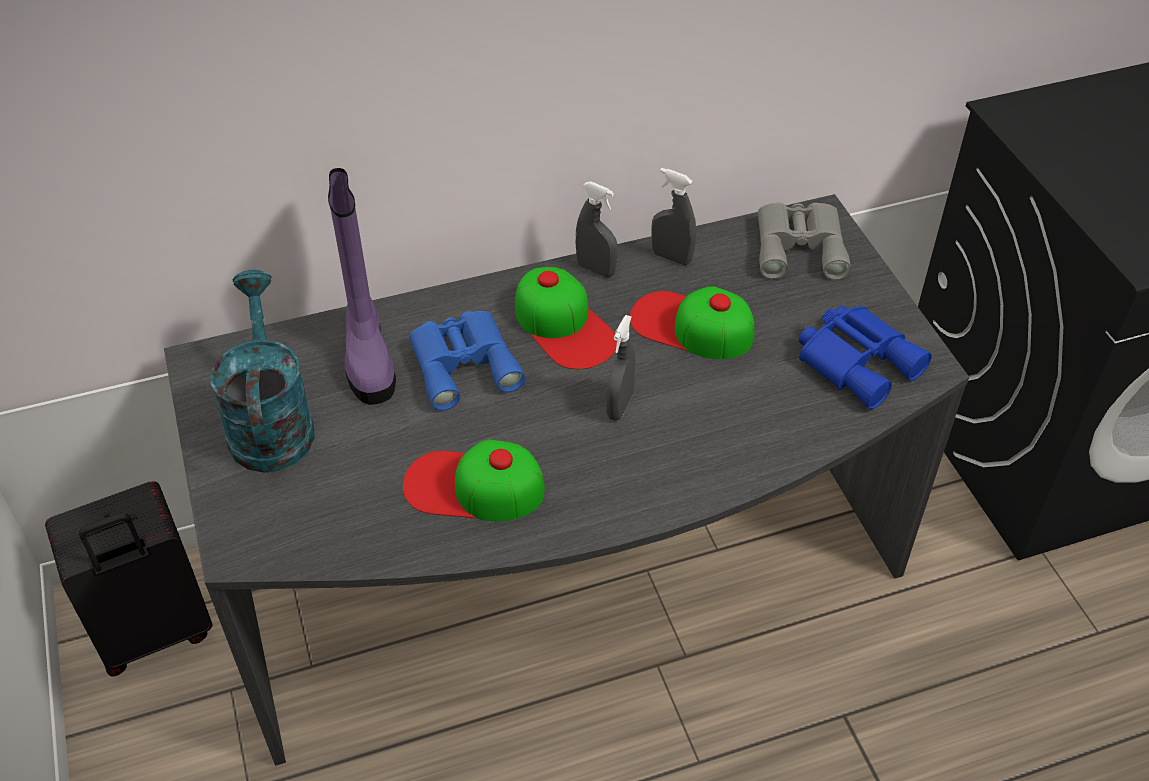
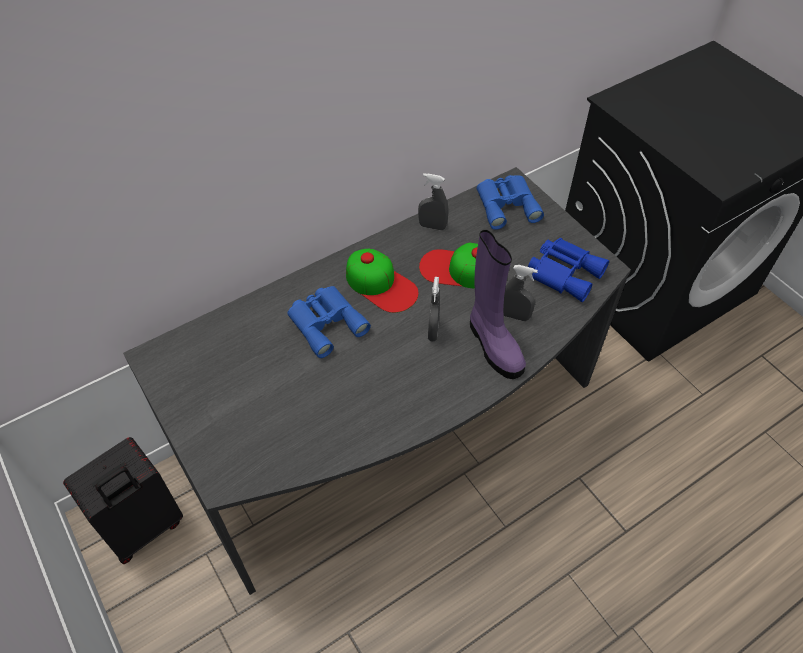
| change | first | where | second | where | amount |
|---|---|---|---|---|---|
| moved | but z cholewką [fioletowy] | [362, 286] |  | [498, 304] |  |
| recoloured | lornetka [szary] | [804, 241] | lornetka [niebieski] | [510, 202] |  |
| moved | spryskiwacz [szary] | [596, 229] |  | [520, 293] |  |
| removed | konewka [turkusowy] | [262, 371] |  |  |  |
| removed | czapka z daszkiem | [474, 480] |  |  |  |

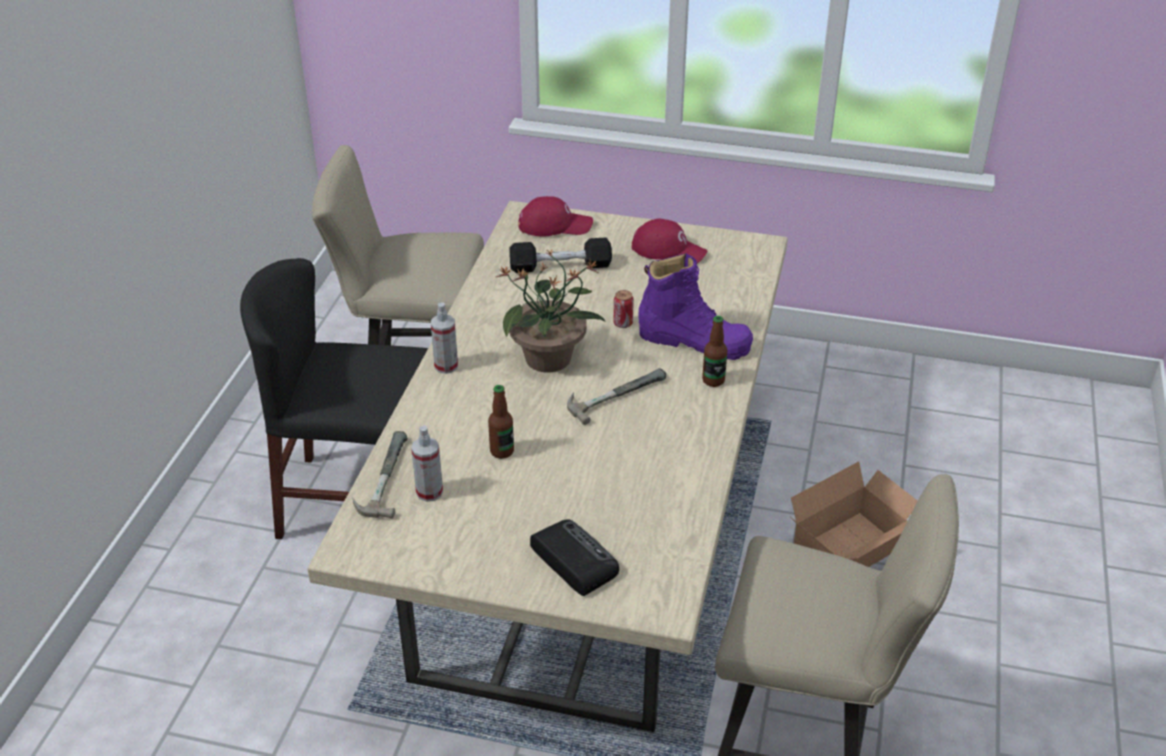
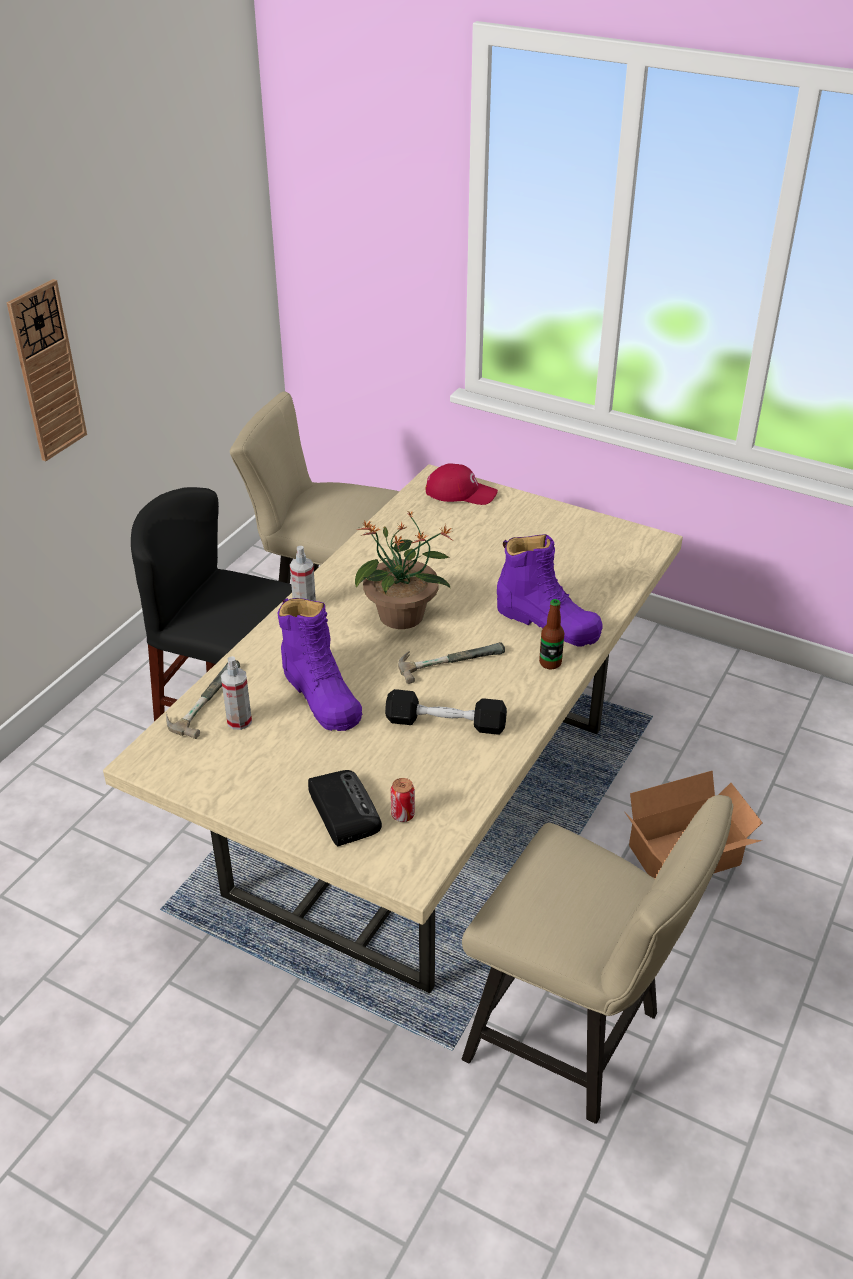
| change | first | where | second | where | amount |
|---|---|---|---|---|---|
| added |  |  | zegar ścienny | [47, 370] |  |
| replaced | butelka | [501, 422] | but z cholewką [fioletowy] | [319, 664] |  |
| moved | hantel [czarny] | [560, 255] |  | [446, 712] |  |
| moved | puszka | [624, 309] |  | [403, 800] |  |
| removed | czapka z daszkiem [czerwony] | [669, 240] |  |  |  |

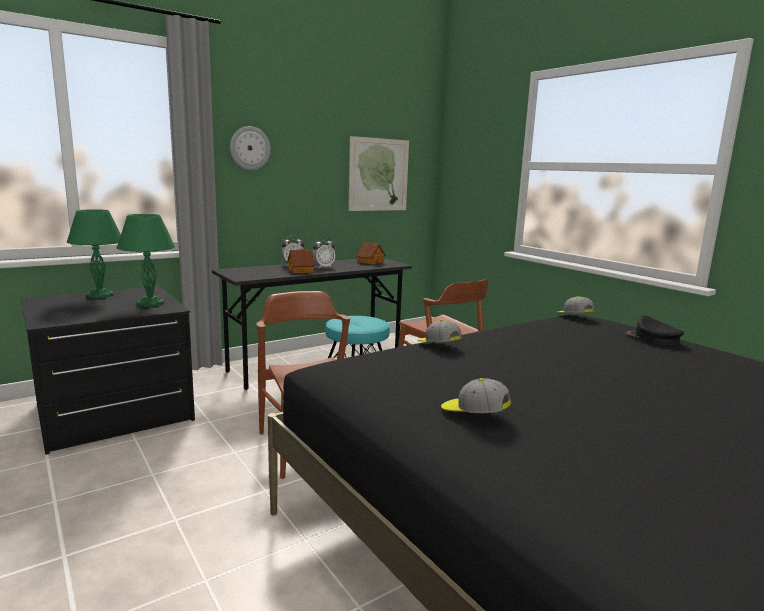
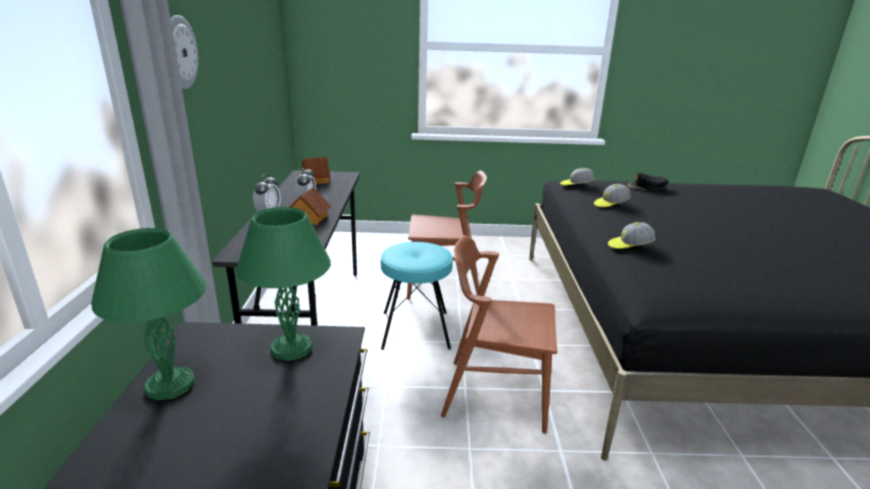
| change | first | where | second | where | amount |
|---|---|---|---|---|---|
| moved | czapka z daszkiem | [476, 395] |  | [612, 195] |  |
| removed | obraz | [378, 173] |  |  |  |

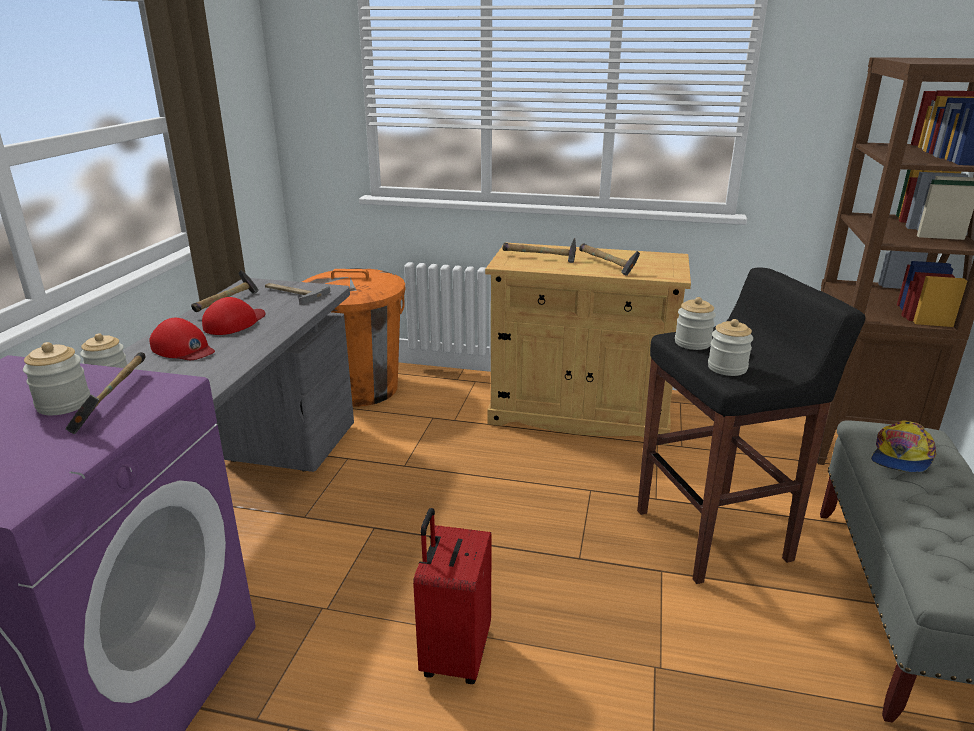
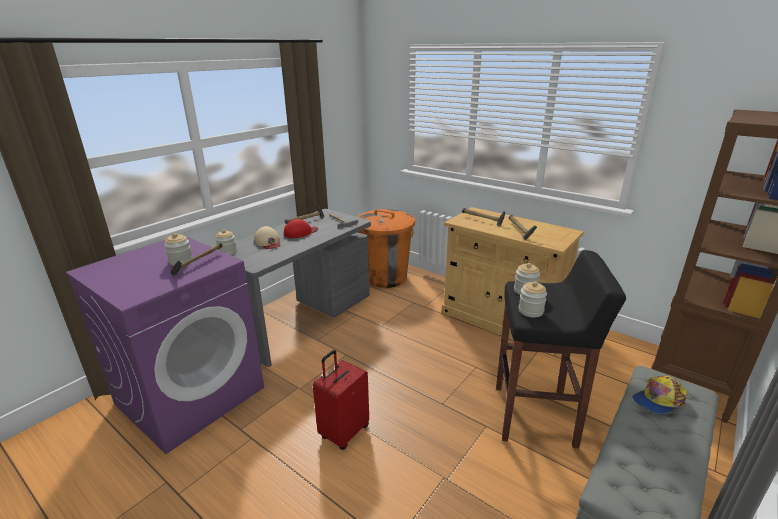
| change | first | where | second | where | amount |
|---|---|---|---|---|---|
| recoloured | czapka z daszkiem [czerwony] | [182, 339] | czapka z daszkiem [beżowy] | [267, 237] |  |

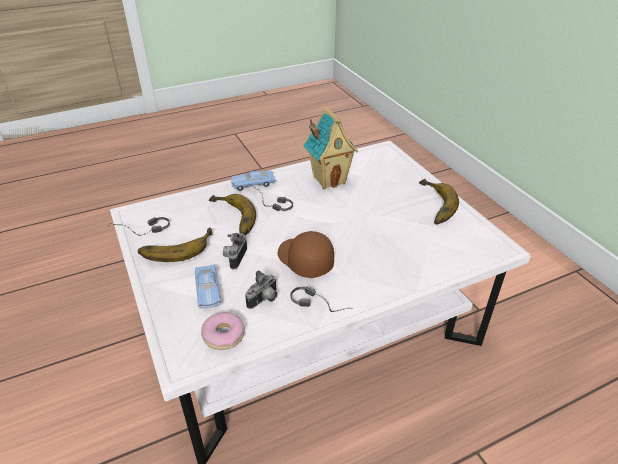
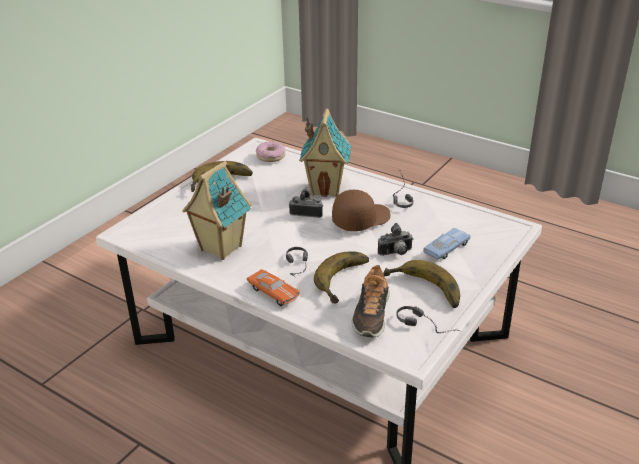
| change | first | where | second | where | amount |
|---|---|---|---|---|---|
| recoloured | samochodzik [niebieski] | [253, 181] | samochodzik [pomarańczowy] | [273, 287] |  |
| moved | donut | [223, 331] |  | [270, 152] |  |
| moved | aparat fotograficzny | [261, 290] |  | [306, 202] |  |
| added |  |  | domek | [325, 152] |  |
| turned | czapka z daszkiem [brązowy] | [306, 254] |  | [361, 210] | 150 degrees counterclockwise |
| added |  |  | but | [371, 301] |  |

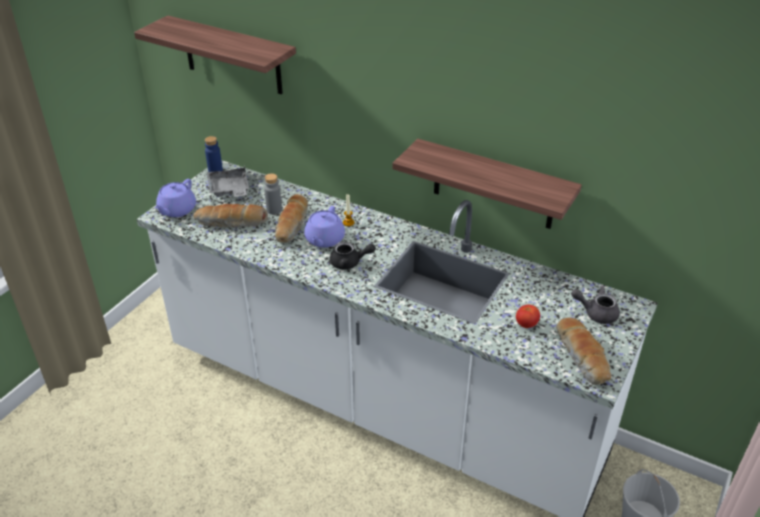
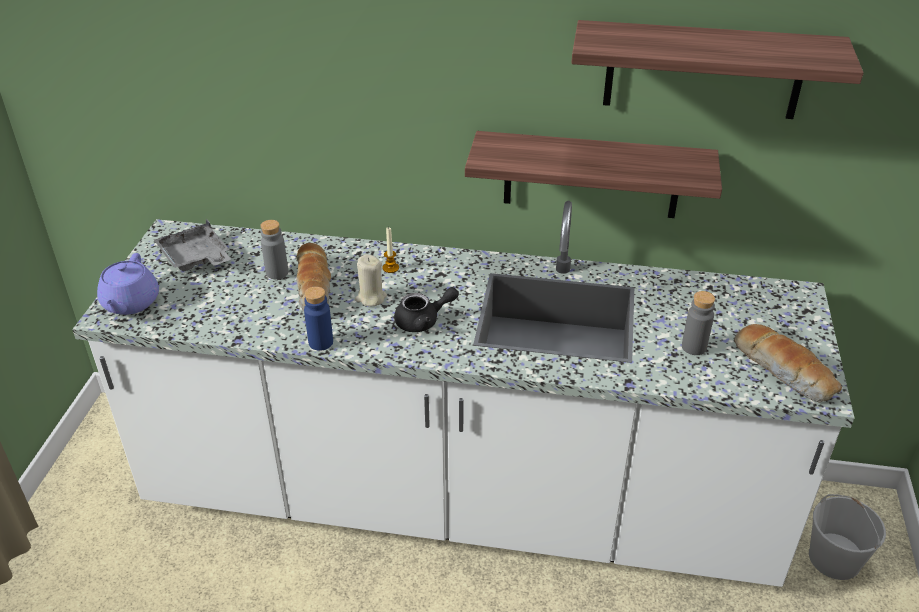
| change | first | where | second | where | amount |
|---|---|---|---|---|---|
| moved | butelka [niebieski] | [214, 154] |  | [318, 318] |  |
| replaced | imbryk [fioletowy] | [324, 227] | świeca [beżowy] | [371, 280] |  |
| moved | półka | [215, 54] |  | [717, 69] |  |
| replaced | pomidor | [528, 316] | butelka [szary] | [698, 323] |  |
| removed | chleb | [230, 216] |  |  |  |
| removed | imbryk [szary] | [595, 304] |  |  |  |

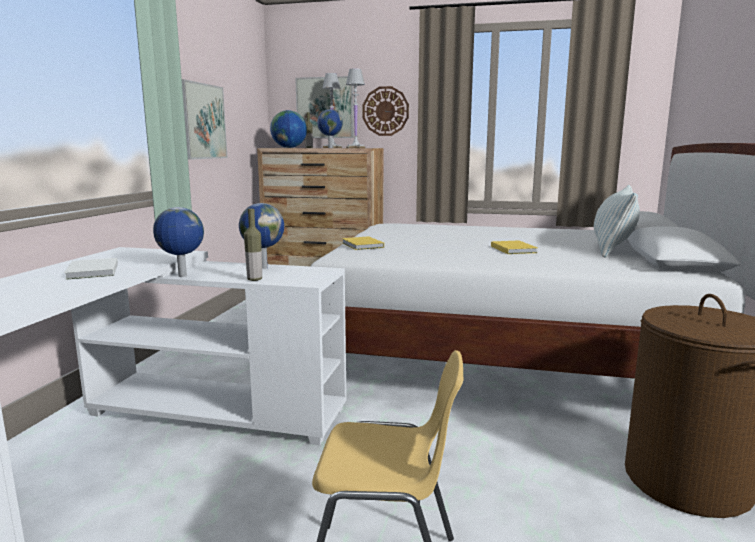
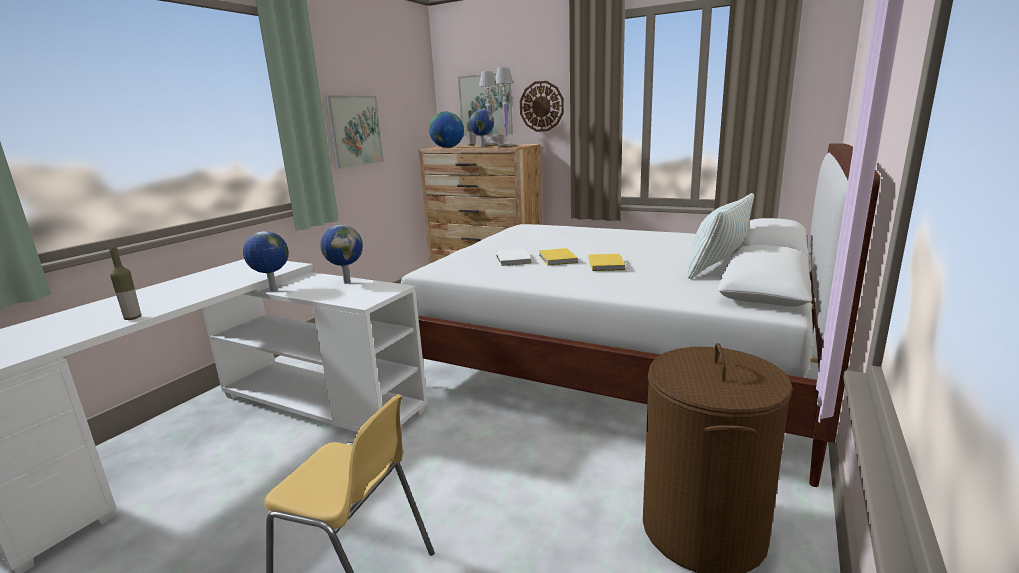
| change | first | where | second | where | amount |
|---|---|---|---|---|---|
| moved | butelka | [253, 245] |  | [125, 284] |  |
| moved | książka [biały] | [91, 269] |  | [513, 257] |  |
| moved | książka [żółty] | [363, 243] |  | [558, 256] |  |

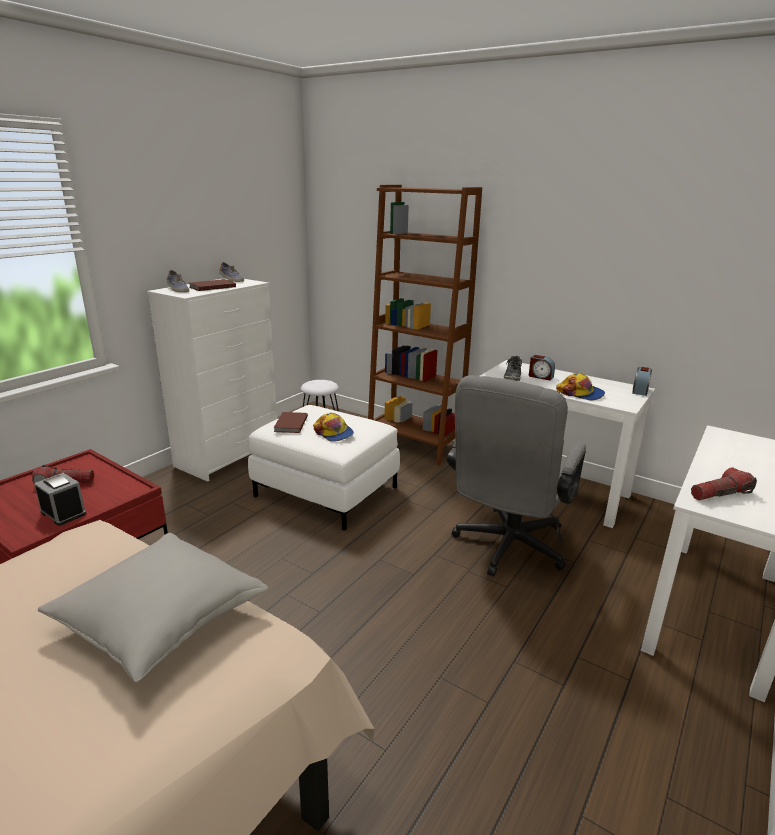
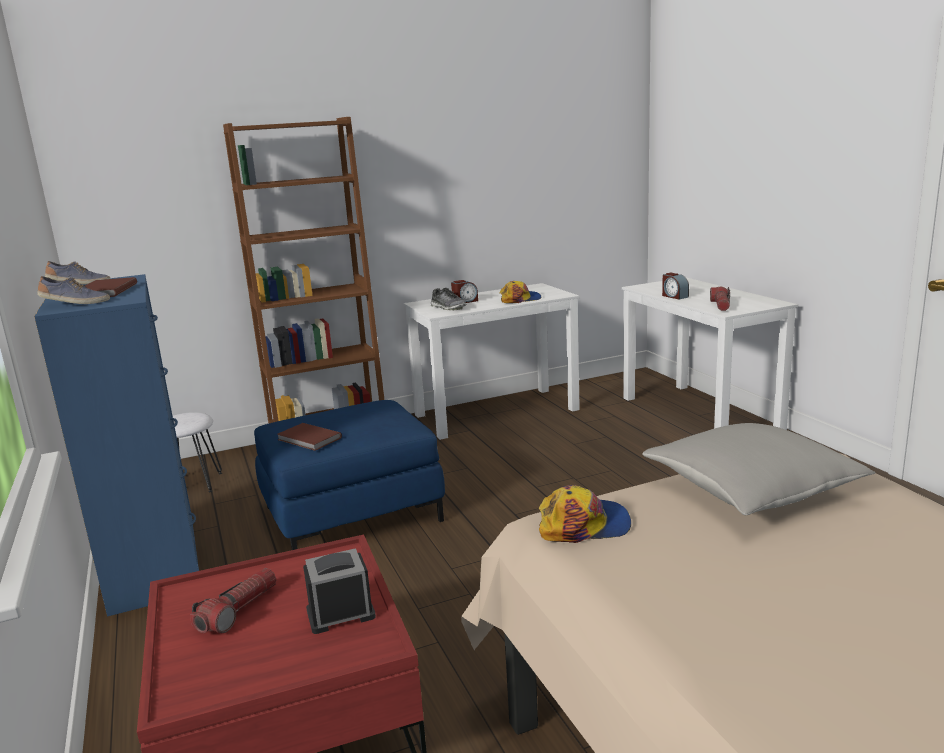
| change | first | where | second | where | amount |
|---|---|---|---|---|---|
| recoloured | komoda [biały] | [212, 380] | komoda [niebieski] | [116, 445] |  |
| recoloured | pufa [biały] | [324, 468] | pufa [niebieski] | [349, 475] |  |
| moved | czapka z daszkiem | [333, 427] |  | [585, 514] |  |
| moved | budzik | [642, 381] |  | [675, 286] |  |
| removed | krzesło biurowe [szary] | [516, 475] |  |  |  |

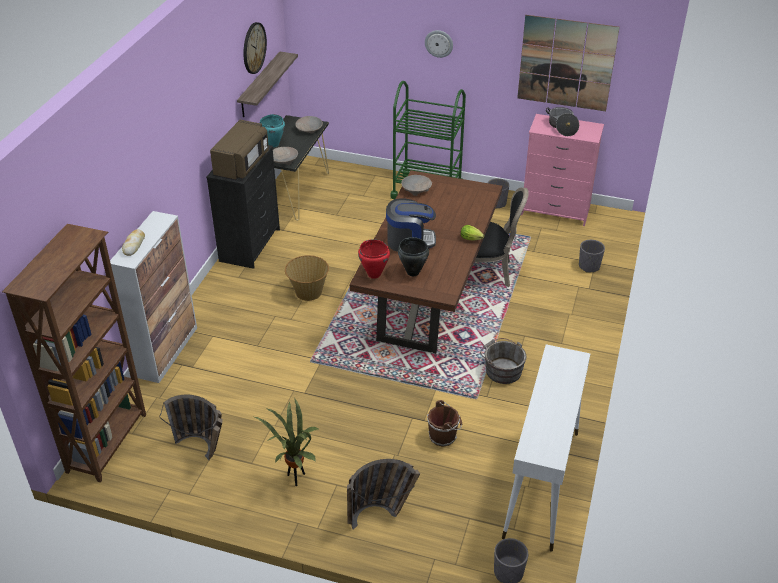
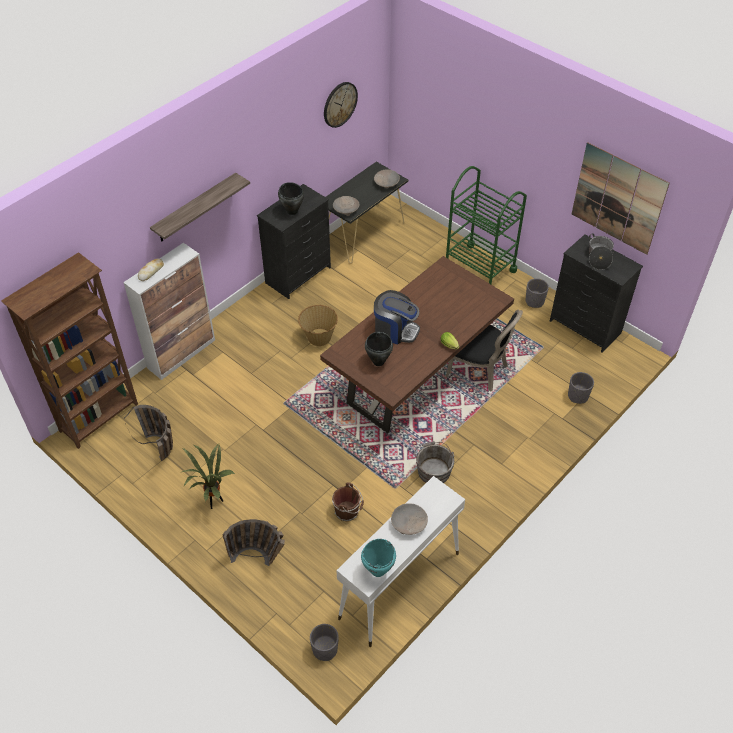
| change | first | where | second | where | amount |
|---|---|---|---|---|---|
| moved | półka | [267, 84] |  | [200, 207] |  |
| replaced | mikrofalówka [brązowy] | [239, 150] | garnek [czarny] | [291, 198] |  |
| moved | garnek [turkusowy] | [272, 130] |  | [378, 558] |  |
| moved | miska [beżowy] | [416, 185] |  | [409, 519] |  |
| recoloured | komoda [różowy] | [562, 170] | komoda [czarny] | [596, 293] |  |
| removed | garnek [czerwony] | [374, 259] |  |  |  |
| removed | zegar ścienny | [439, 44] |  |  |  |

